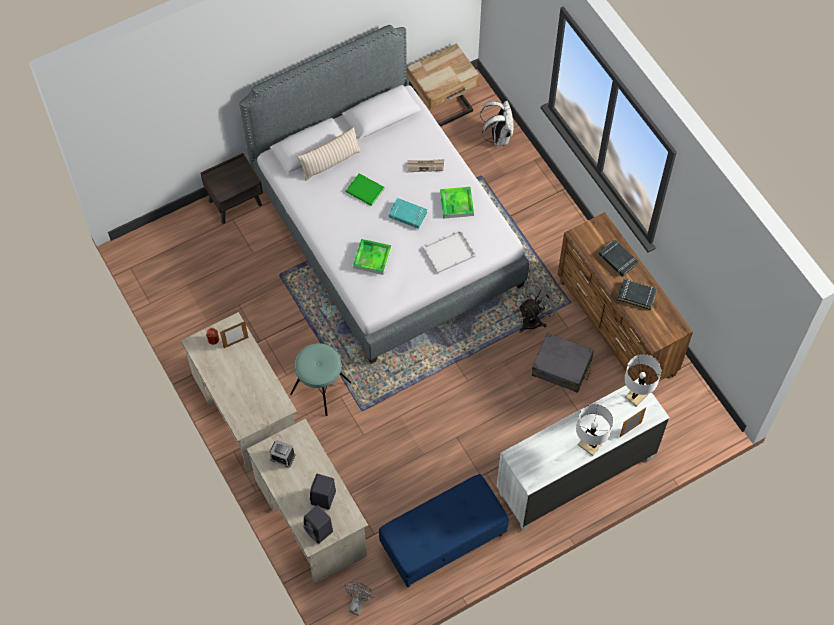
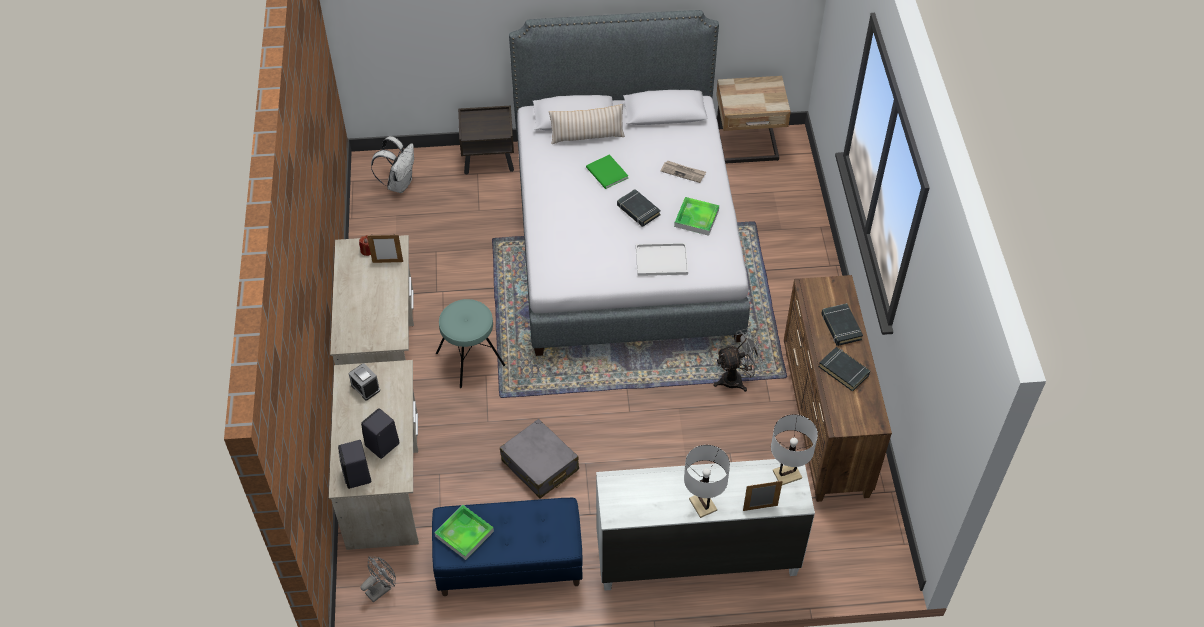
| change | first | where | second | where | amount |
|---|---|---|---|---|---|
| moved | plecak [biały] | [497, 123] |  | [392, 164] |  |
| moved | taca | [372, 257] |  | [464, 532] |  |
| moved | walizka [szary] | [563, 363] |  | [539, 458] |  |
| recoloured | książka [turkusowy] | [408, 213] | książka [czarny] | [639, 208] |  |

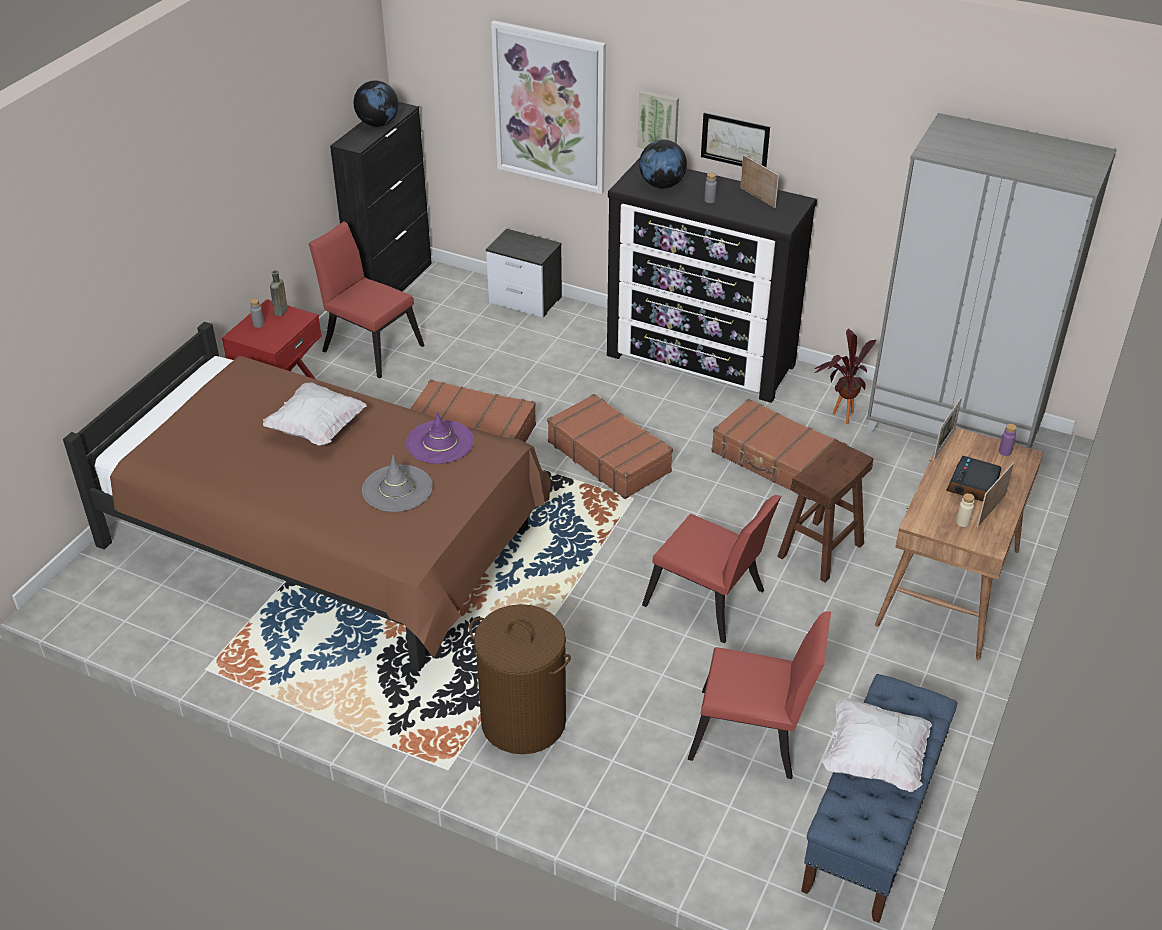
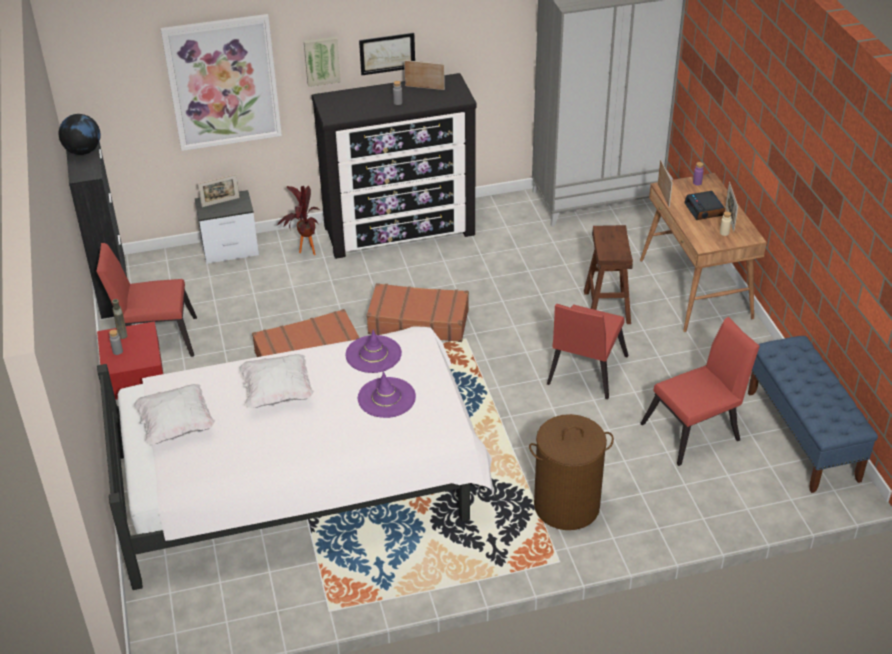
| change | first | where | second | where | amount |
|---|---|---|---|---|---|
| recoloured | łóżko [brązowy] | [307, 496] | łóżko [biały] | [295, 458] |  |
| moved | poduszka [biały] | [876, 745] |  | [174, 414] |  |
| added |  |  | ramka na zdjęcie | [219, 190] |  |
| moved | roślina doniczkowa | [845, 376] |  | [298, 220] |  |
| recoloured | kapelusz [szary] | [397, 483] | kapelusz [fioletowy] | [387, 394] |  |
| turned | krzesło [czerwony] | [711, 569] |  | [588, 351] | 120 degrees clockwise |
| removed | globus | [663, 164] |  |  |  |
| removed | walizka [brązowy] | [779, 449] |  |  |  |

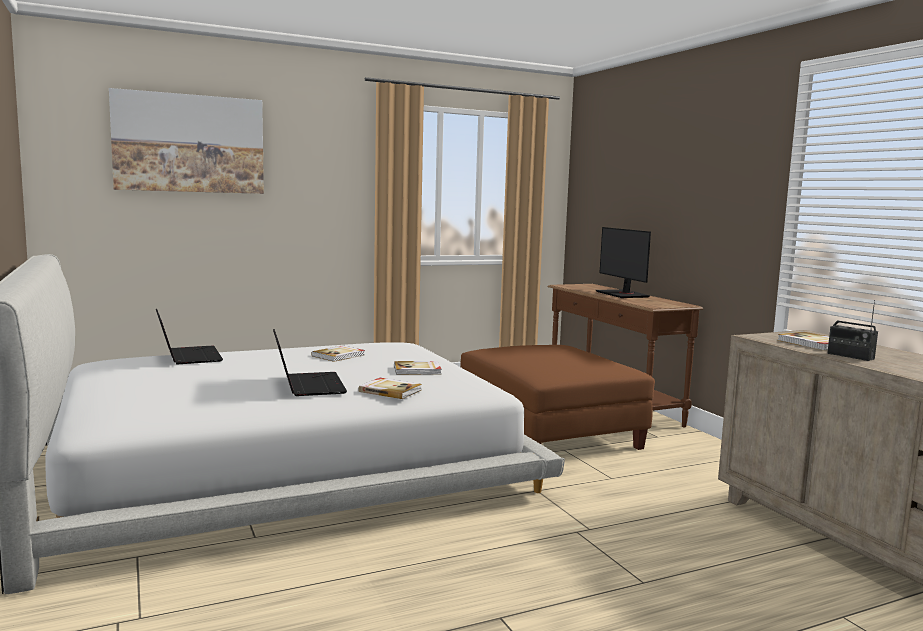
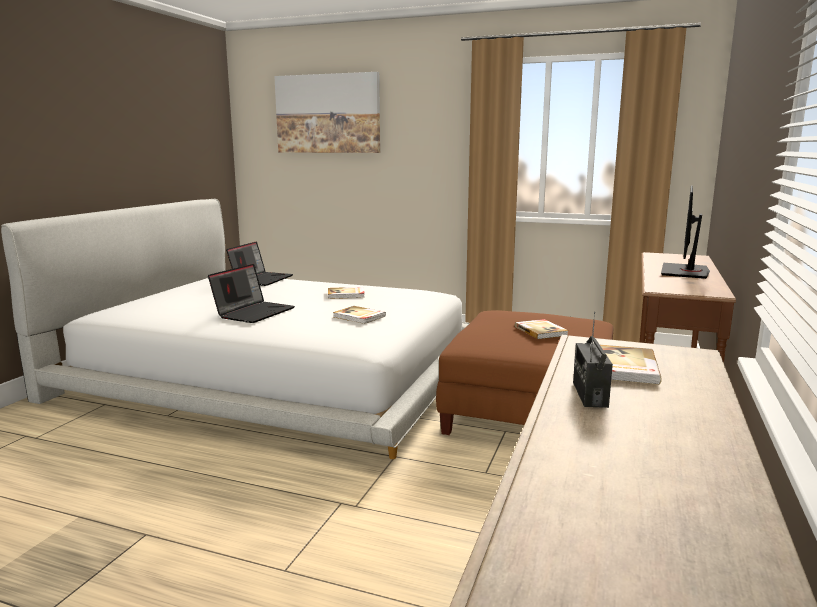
| change | first | where | second | where | amount |
|---|---|---|---|---|---|
| moved | książka | [390, 388] |  | [542, 329] |  |

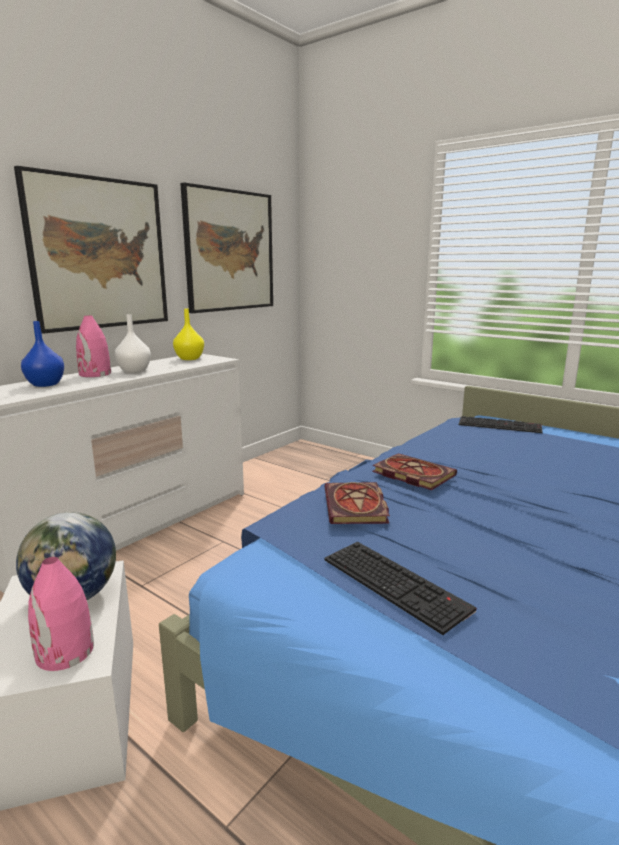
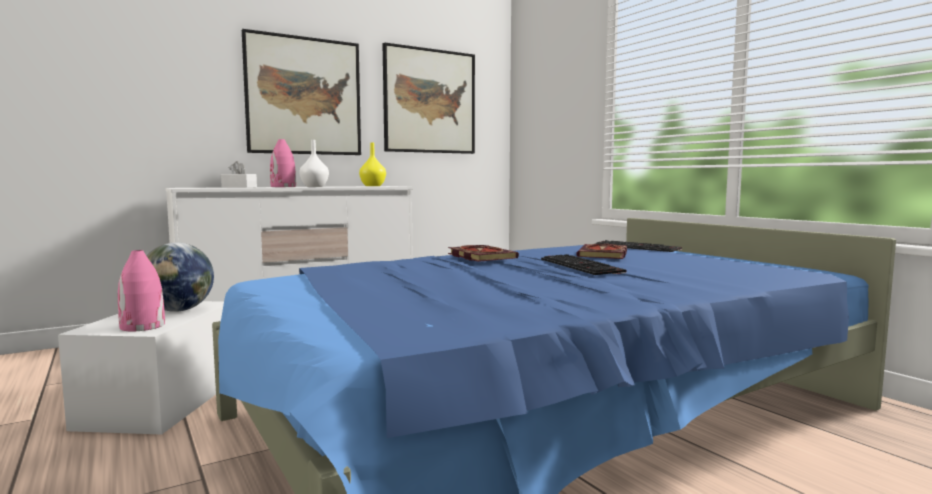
| change | first | where | second | where | amount |
|---|---|---|---|---|---|
| replaced | wazon [niebieski] | [42, 354] | pudełko chusteczek [biały] | [239, 174] |  |
| moved | klawiatura | [401, 588] |  | [584, 264] |  |
| moved | książka | [357, 503] |  | [602, 251] |  |

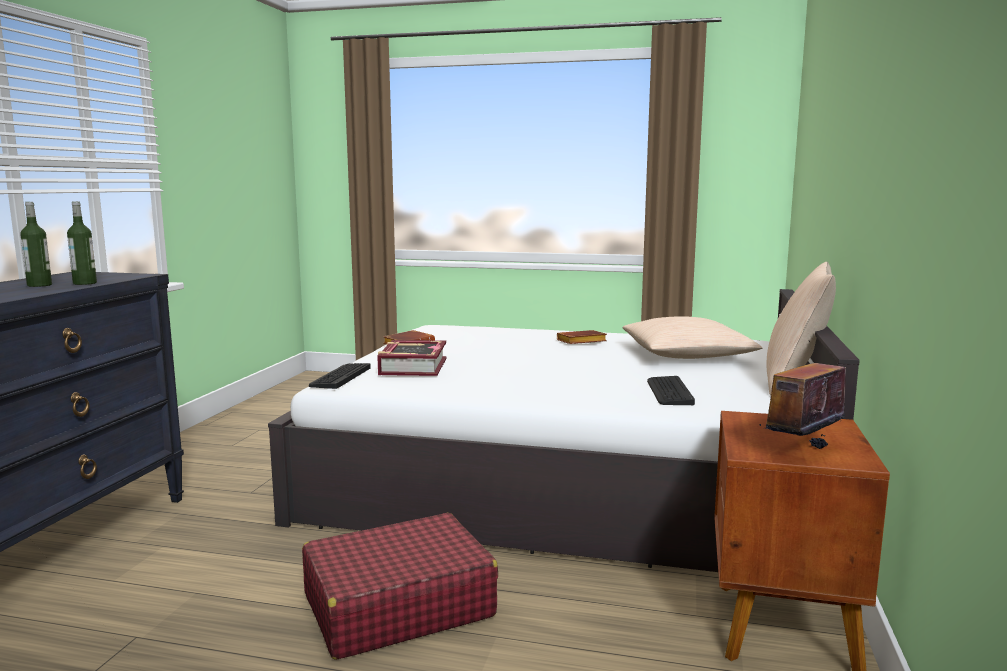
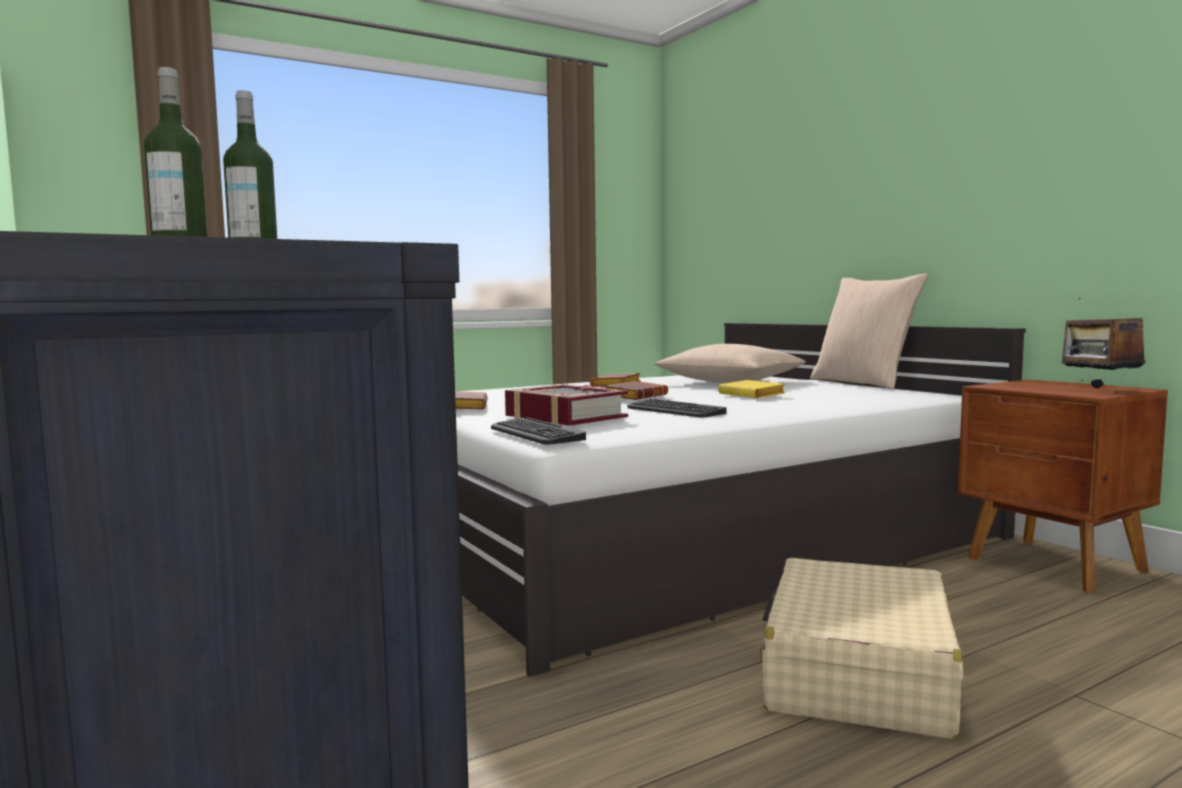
| change | first | where | second | where | amount |
|---|---|---|---|---|---|
| added |  |  | książka [brązowy] | [636, 390] |  |
| moved | klawiatura | [671, 390] |  | [676, 408] |  |
| added |  |  | książka [żółty] | [751, 389] |  |
| recoloured | walizka [czerwony] | [400, 586] | walizka [beżowy] | [862, 648] |  |

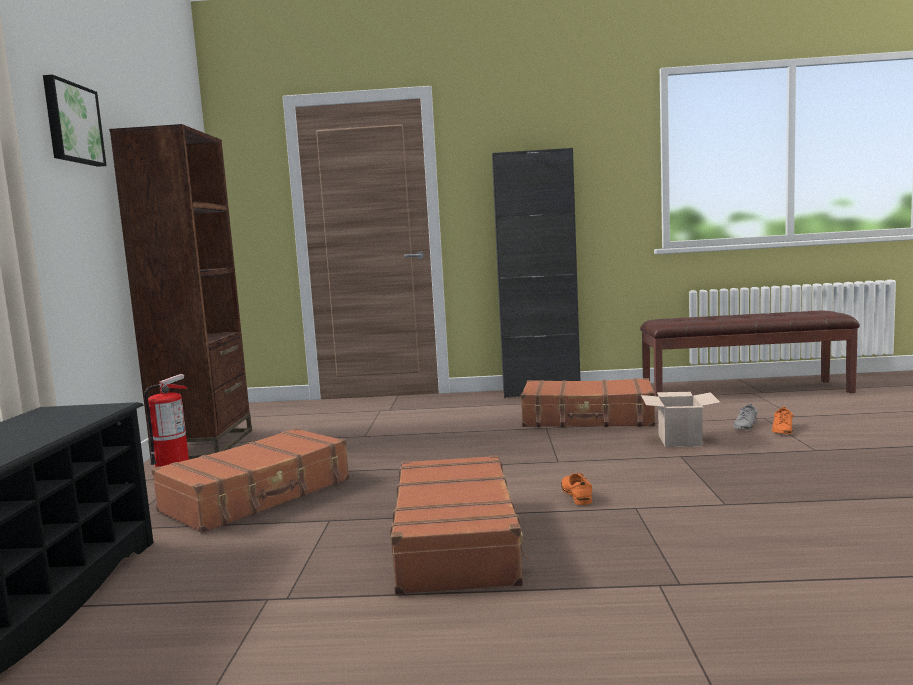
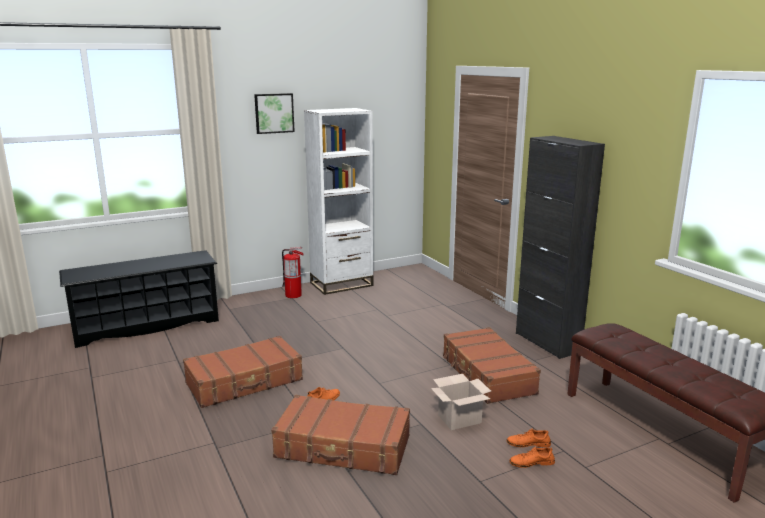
| change | first | where | second | where | amount |
|---|---|---|---|---|---|
| moved | walizka [brązowy] | [250, 480] |  | [340, 435] |  |
| recoloured | regał [brązowy] | [180, 291] | regał [biały] | [339, 201] |  |
| recoloured | but [szary] | [745, 417] | but [pomarańczowy] | [529, 437] |  |

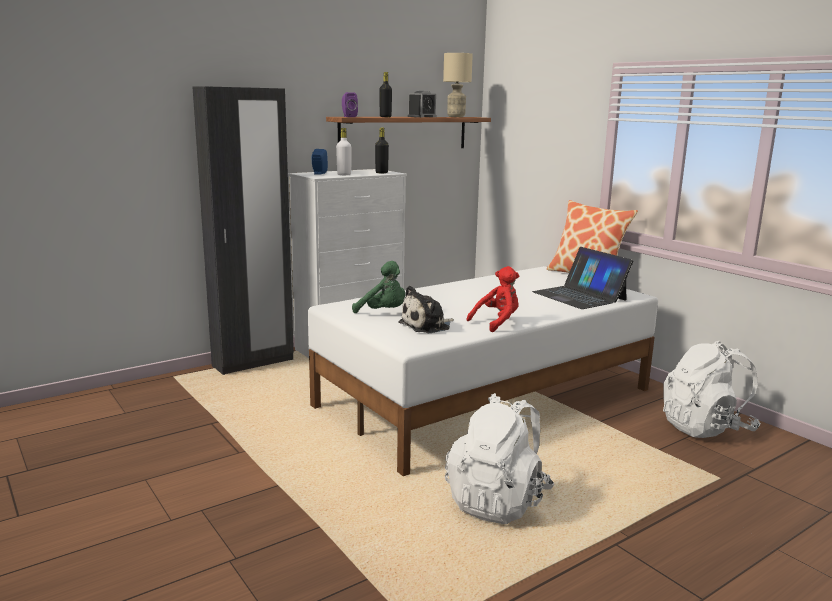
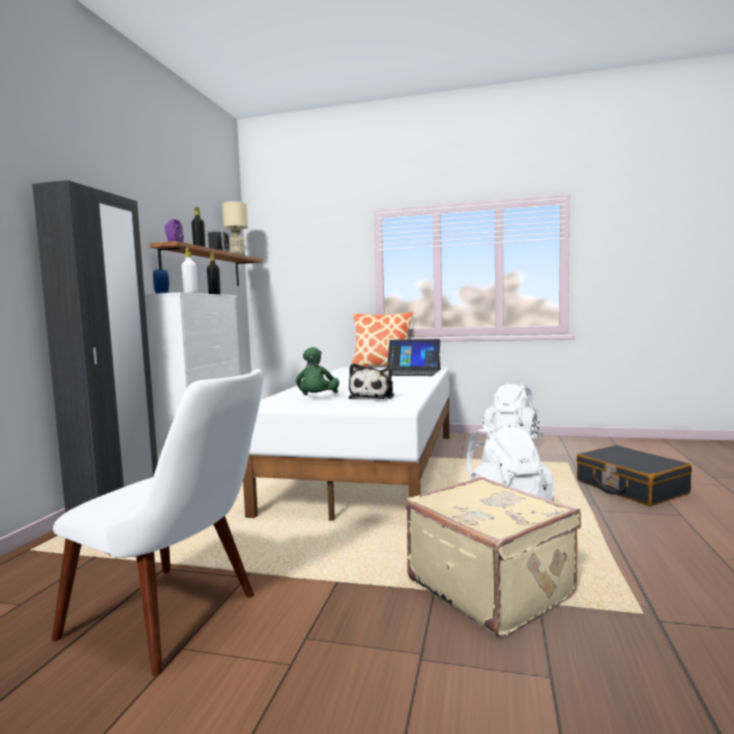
| change | first | where | second | where | amount |
|---|---|---|---|---|---|
| added |  |  | krzesło [biały] | [158, 522] |  |
| turned | pluszak [zielony] | [378, 287] |  | [317, 371] | 105 degrees clockwise |
| added |  |  | walizka [beżowy] | [493, 557] |  |
| added |  |  | walizka [czarny] | [634, 475] |  |
| removed | pluszak [czerwony] | [493, 299] |  |  |  |

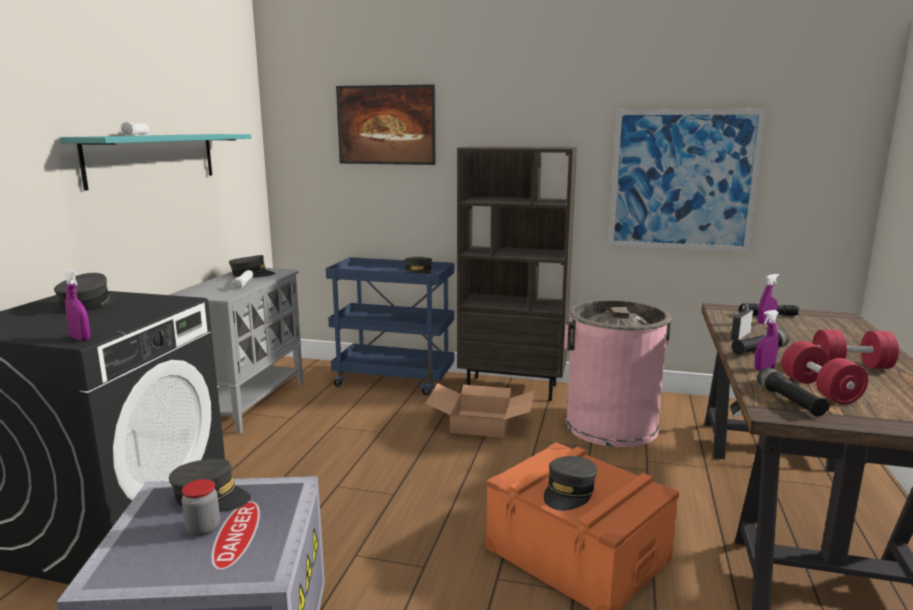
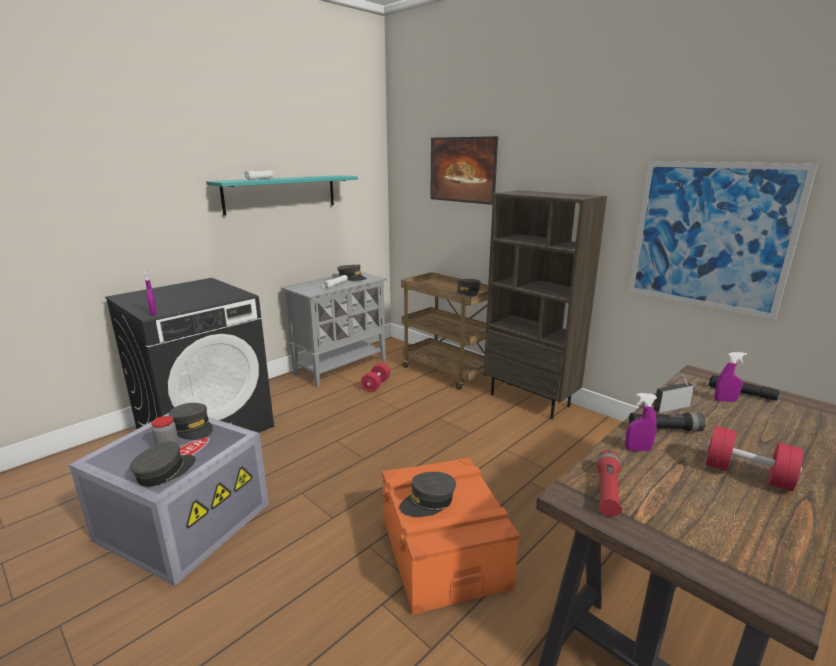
| change | first | where | second | where | amount |
|---|---|---|---|---|---|
| moved | czapka z daszkiem [szary] | [85, 292] |  | [163, 464] |  |
| moved | hantel [czerwony] | [824, 373] |  | [375, 377] |  |
| recoloured | wózek [niebieski] | [390, 326] | wózek [brązowy] | [444, 331] |  |
| recoloured | latarka [czarny] | [793, 392] | latarka [czerwony] | [610, 483] |  |
| removed | karton | [480, 410] |  |  |  |
| removed | kosz na śmieci [różowy] | [618, 373] |  |  |  |

